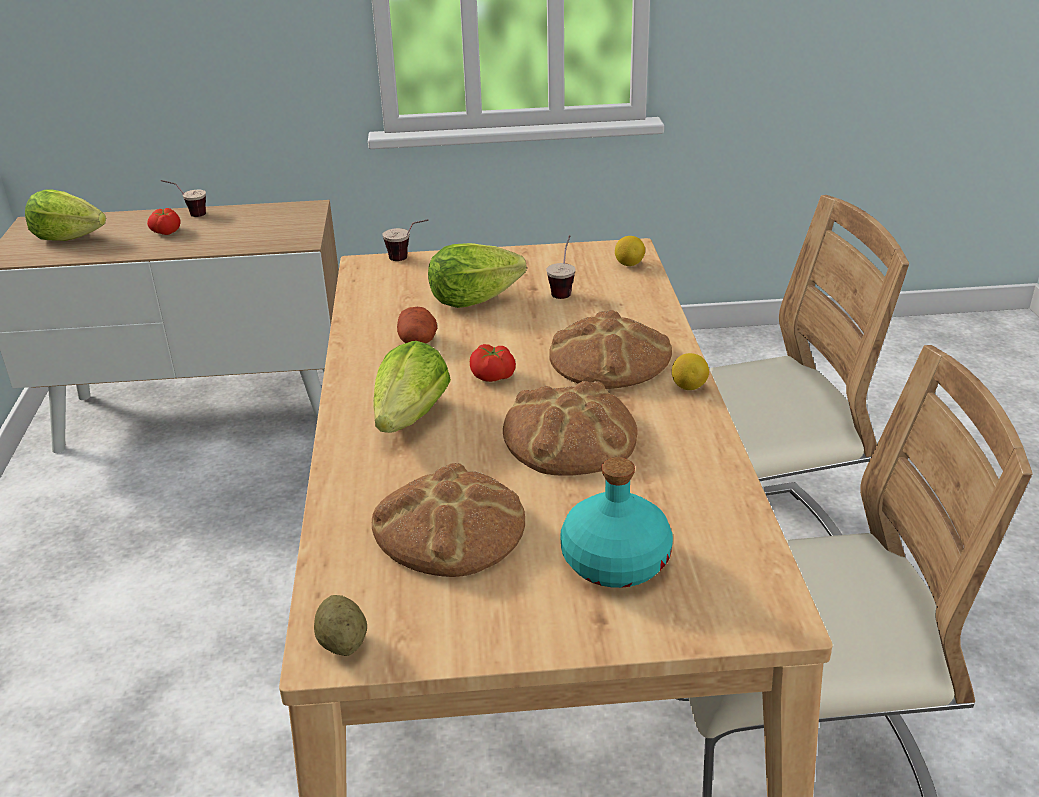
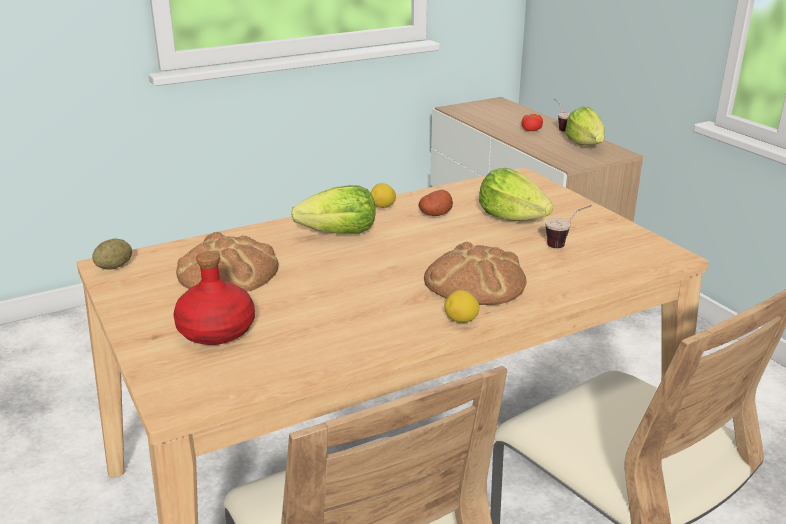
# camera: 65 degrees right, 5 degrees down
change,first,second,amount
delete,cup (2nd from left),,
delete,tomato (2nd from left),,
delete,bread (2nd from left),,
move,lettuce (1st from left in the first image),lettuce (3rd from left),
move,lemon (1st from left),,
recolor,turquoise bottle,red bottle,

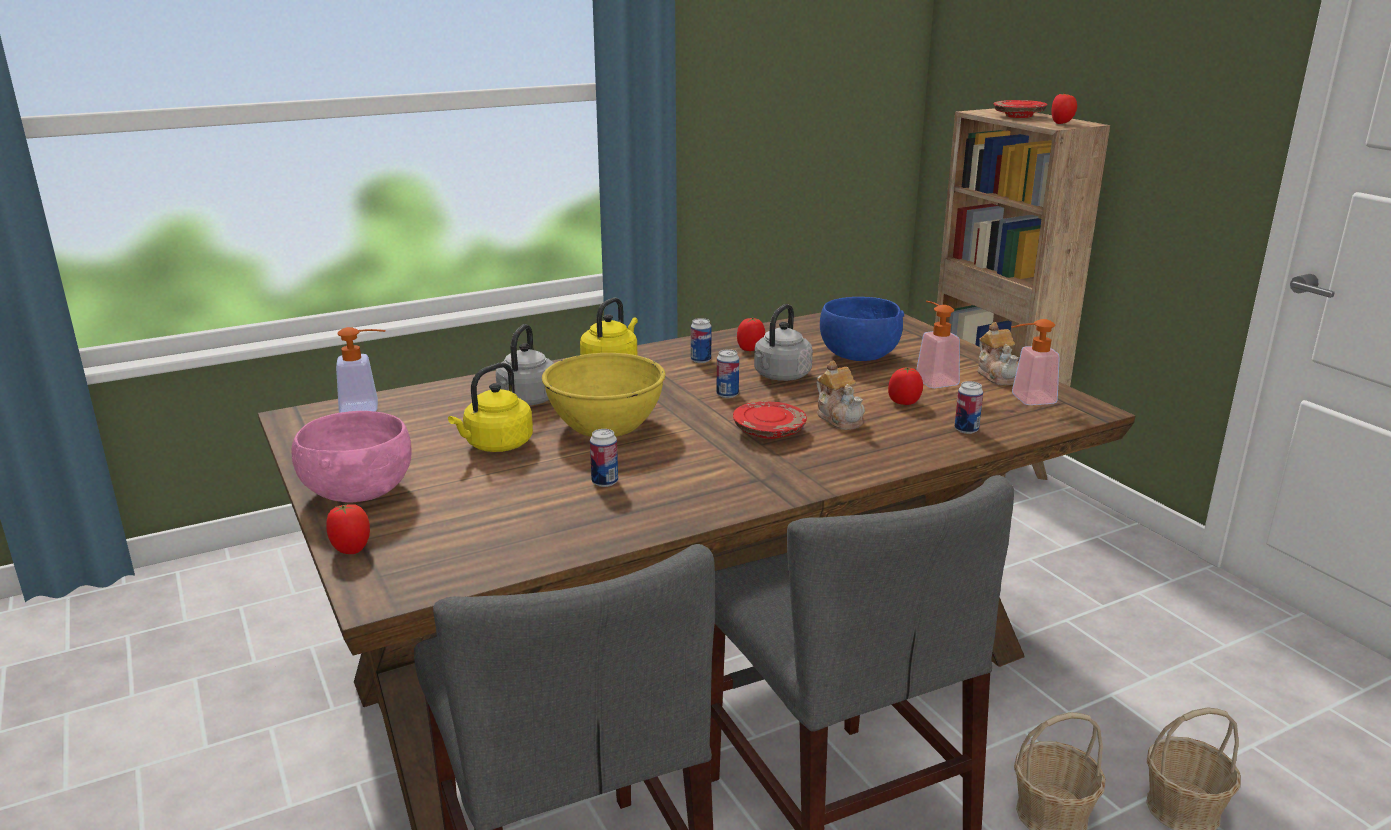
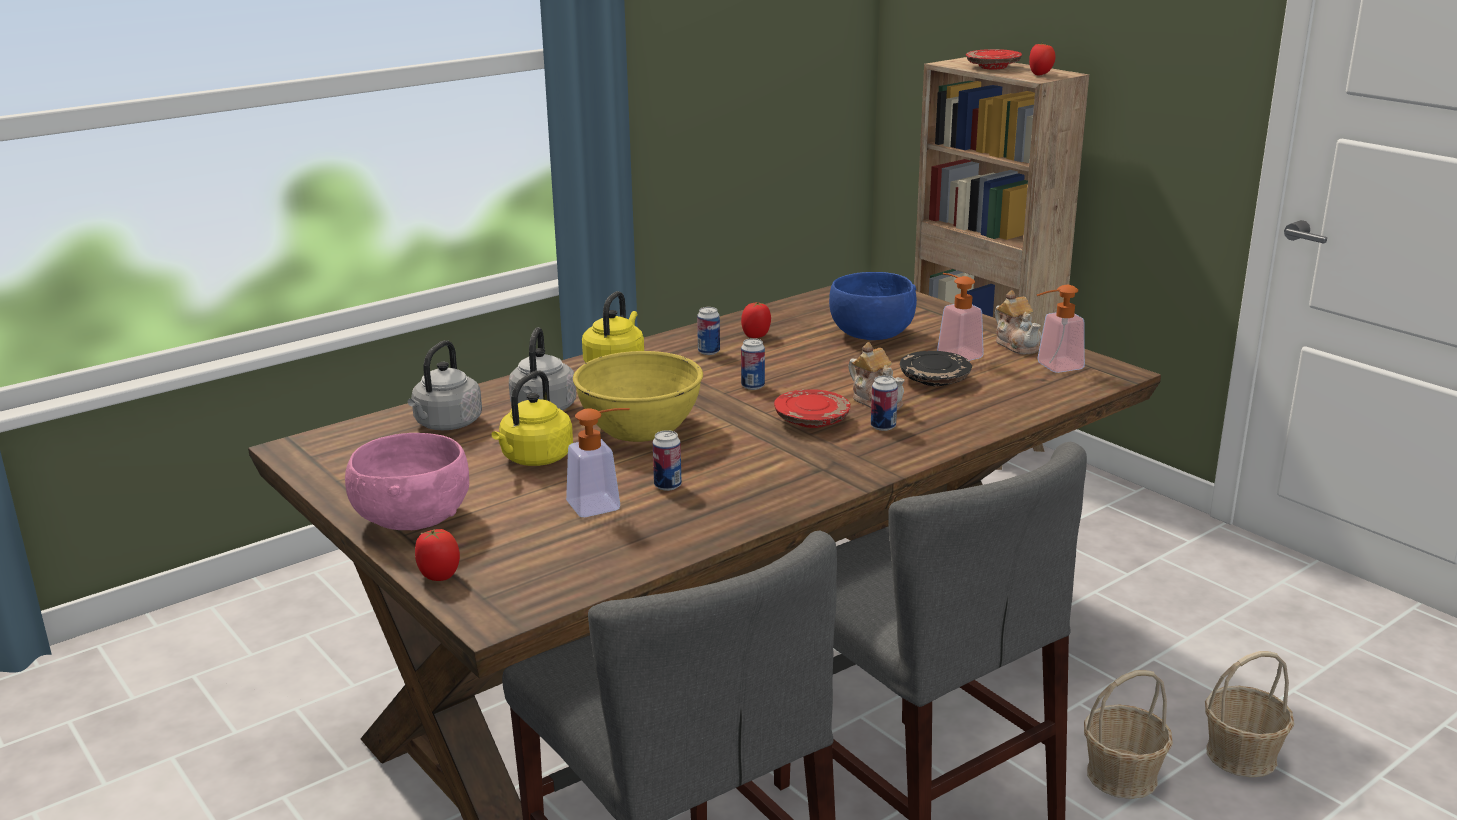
# camera: 10 degrees left, 0 degrees up
change,first,second,amount
move,soap dispenser (1st from left),,
move,grey kettle (2nd from left in the first image),grey kettle (1st from left),
move,can (4th from left),,
replace,tomato (3rd from left),black plate,

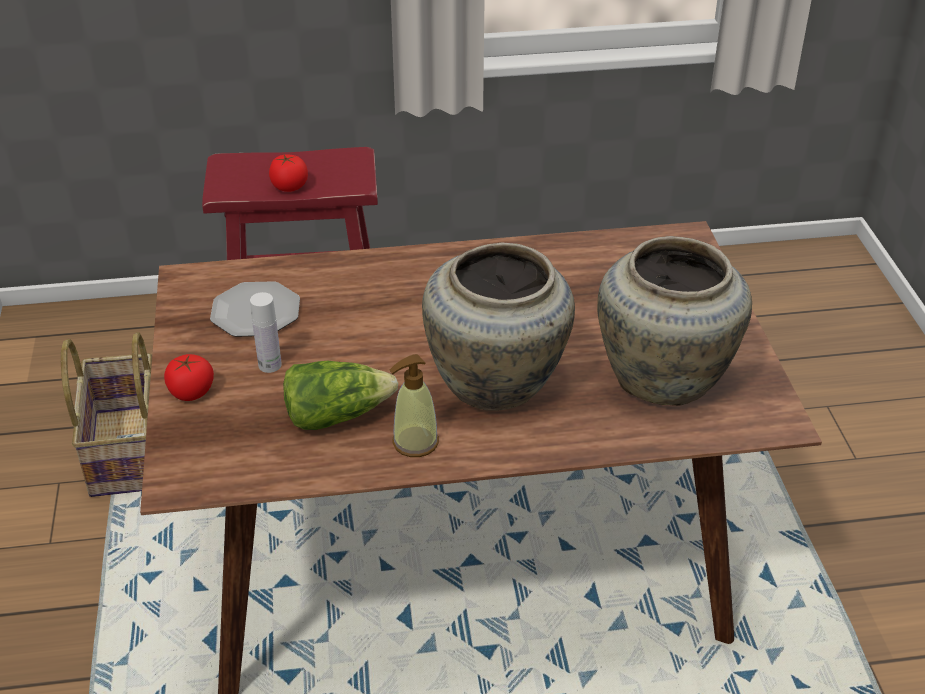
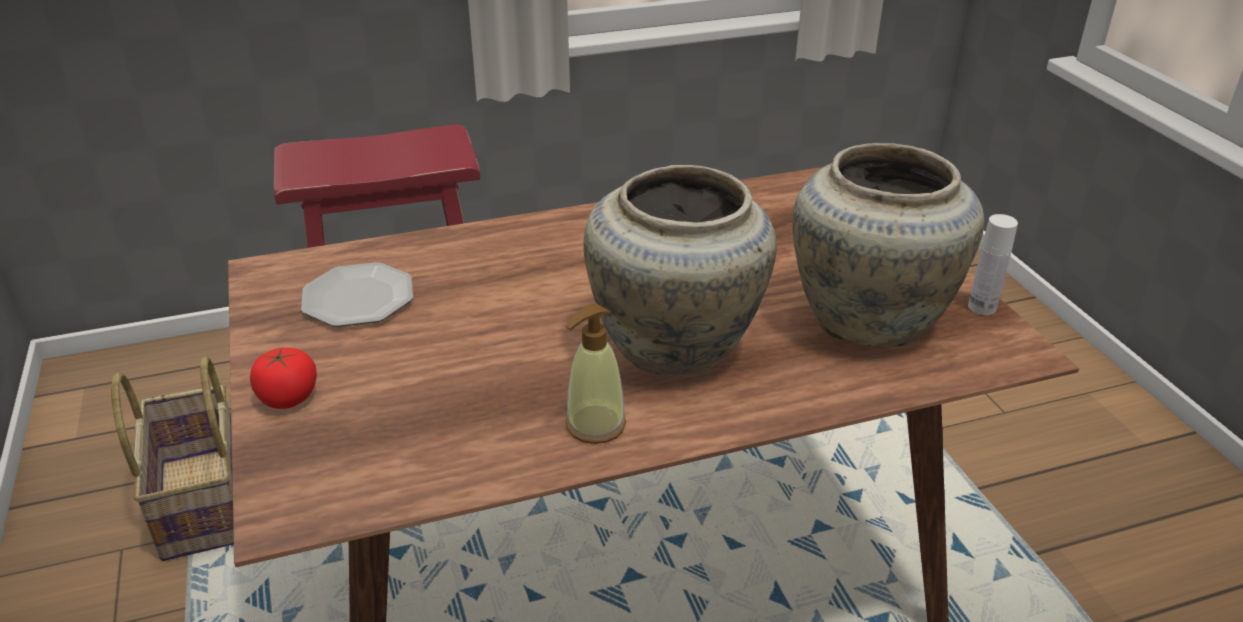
# camera: 10 degrees left, 5 degrees down
change,first,second,amount
delete,tomato (2nd from left),,
delete,lettuce,,
move,white bottle,,

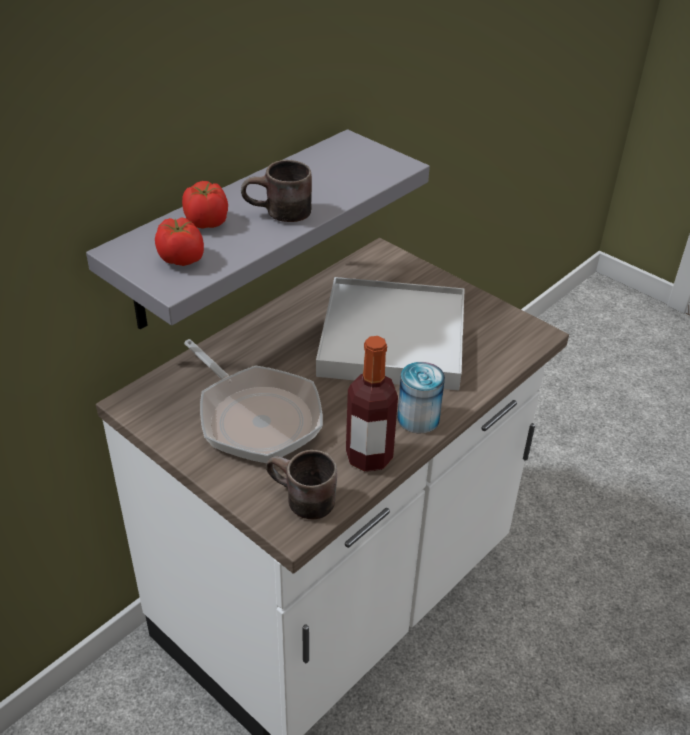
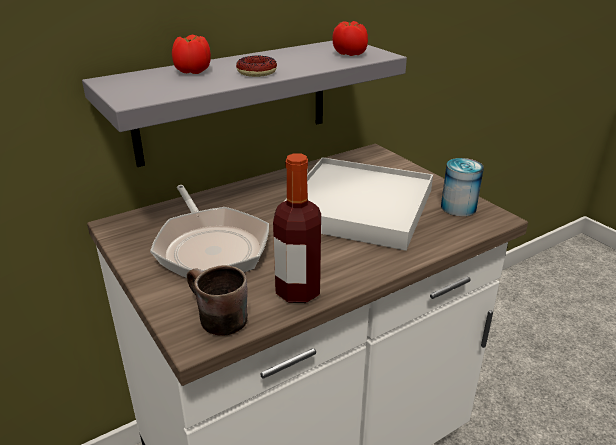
# camera: 15 degrees right, 10 degrees down
change,first,second,amount
move,tomato (1st from left in the first image),tomato (2nd from left),
move,can,,
replace,brown mug (1st from left),donut,

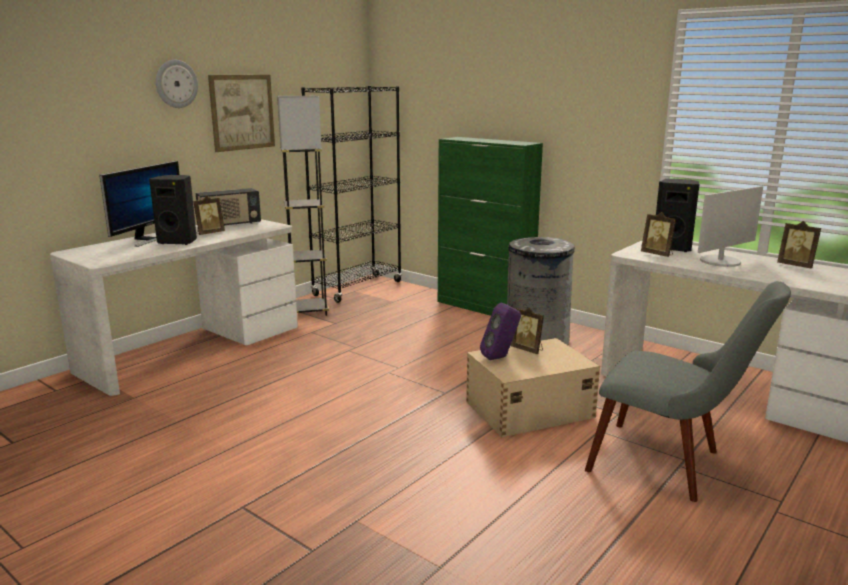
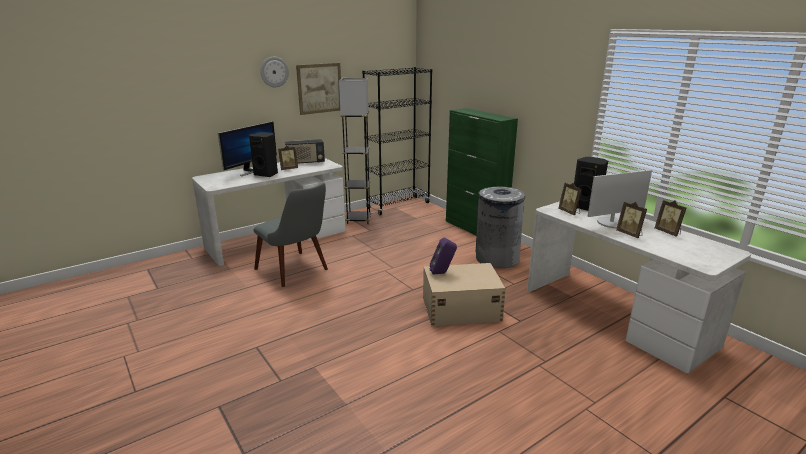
# camera: 15 degrees right, 5 degrees up
change,first,second,amount
move,picture frame (2nd from left in the first image),picture frame (3rd from left),
move,grey chair,,

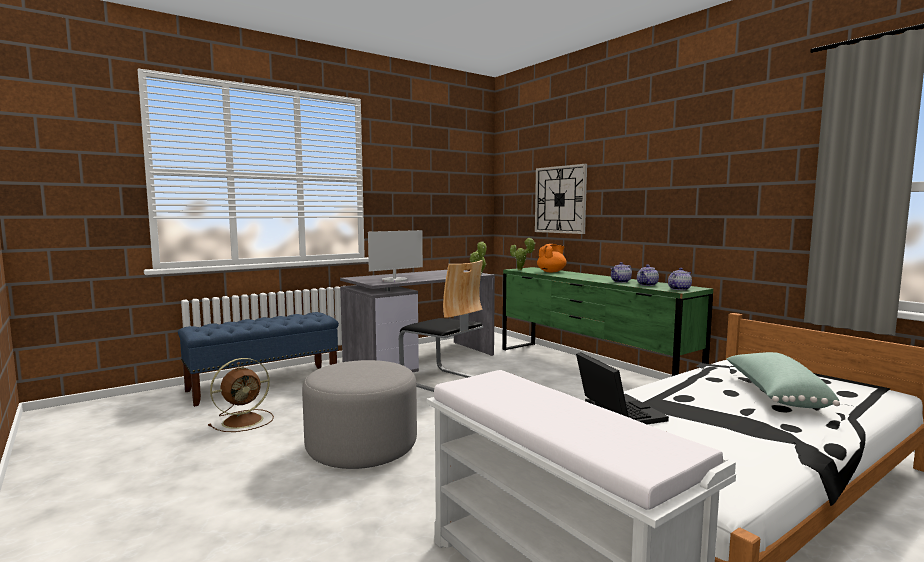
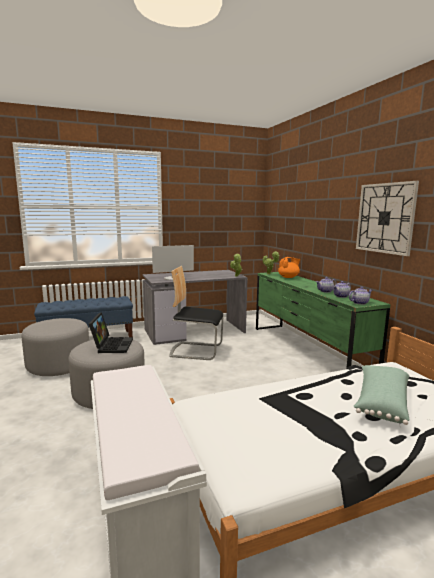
# camera: 15 degrees right, 5 degrees up
change,first,second,amount
move,wall clock,,
move,laptop,,
replace,brown fan,grey ottoman (1st from left),
rotate,chair,,135 degrees clockwise

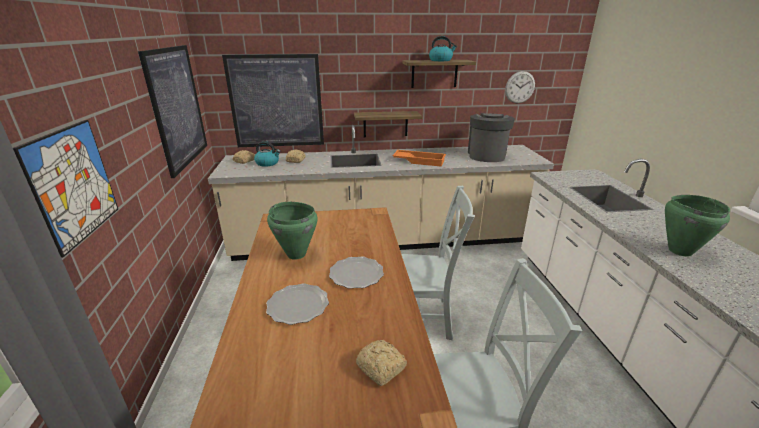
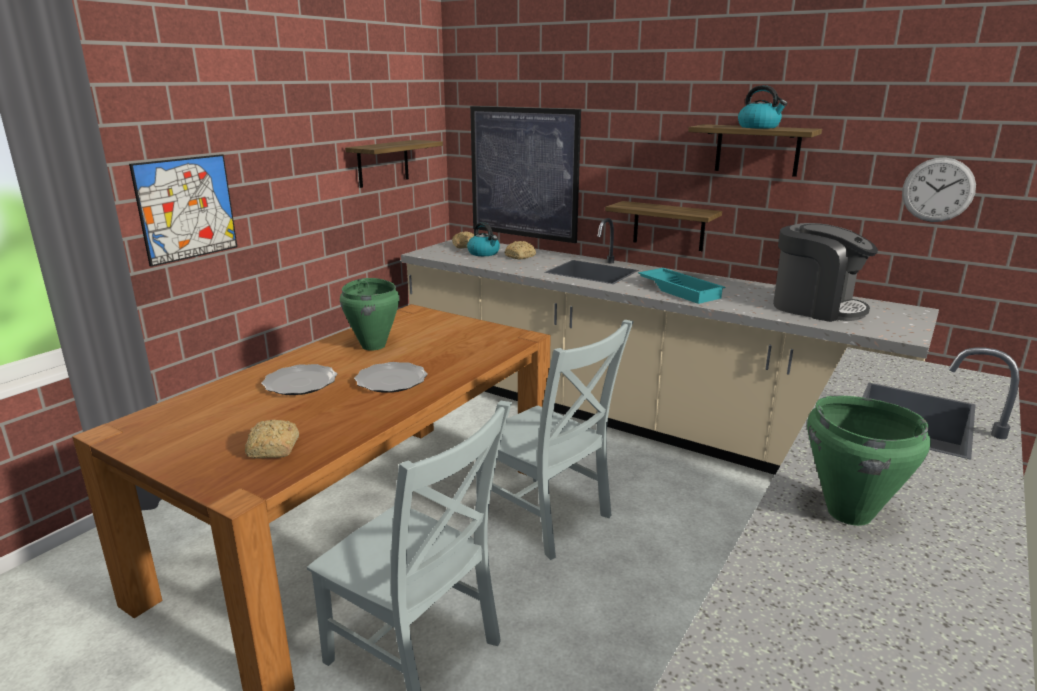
# camera: 40 degrees right, 5 degrees down
change,first,second,amount
replace,picture (2nd from left),shelf (1st from left),
recolor,orange tray,turquoise tray,
rotate,coffee machine,,75 degrees clockwise

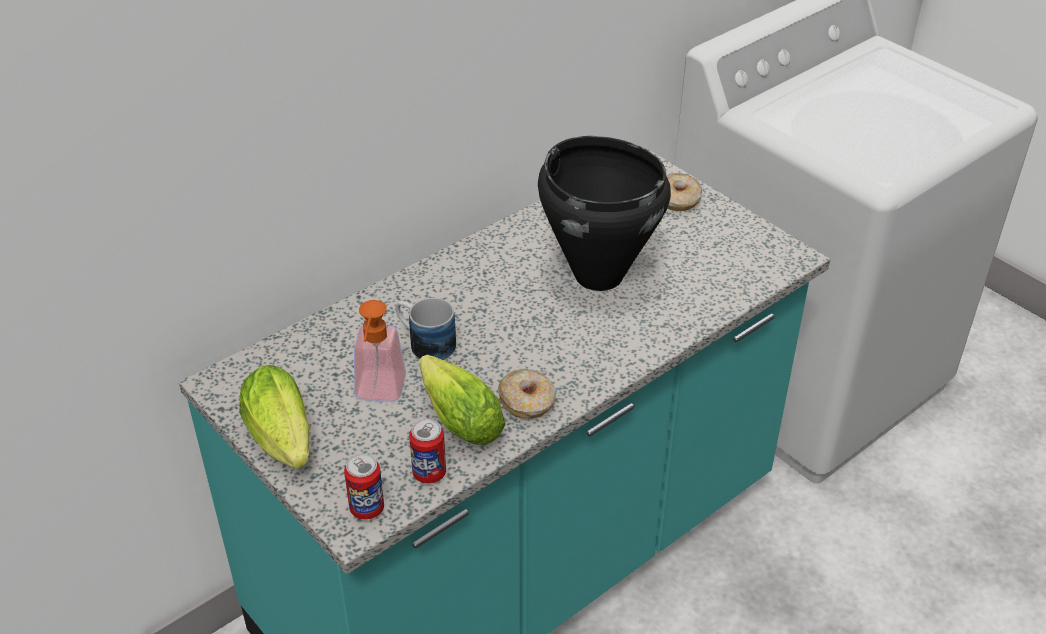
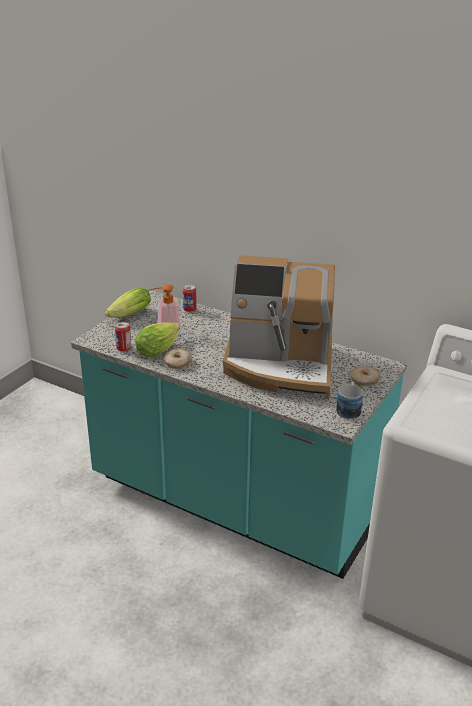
# camera: 70 degrees right, 10 degrees down
change,first,second,amount
move,can (1st from left in the first image),can (2nd from left),
move,mug,,
replace,black cooking pot,coffee machine,

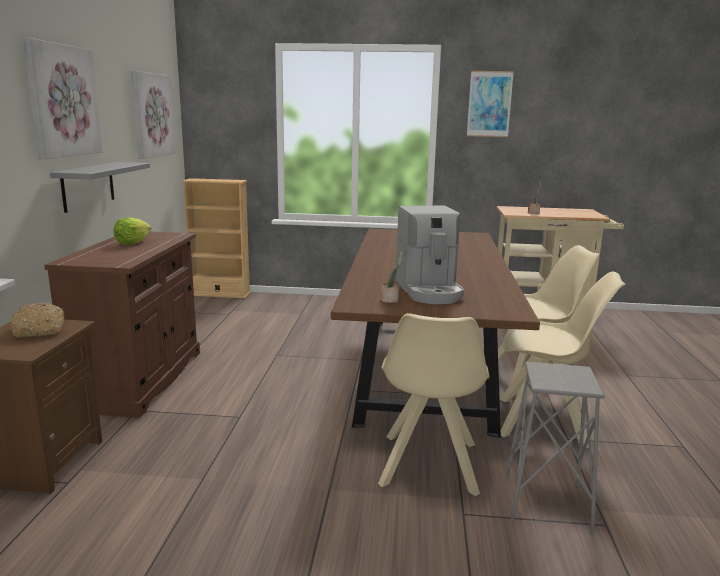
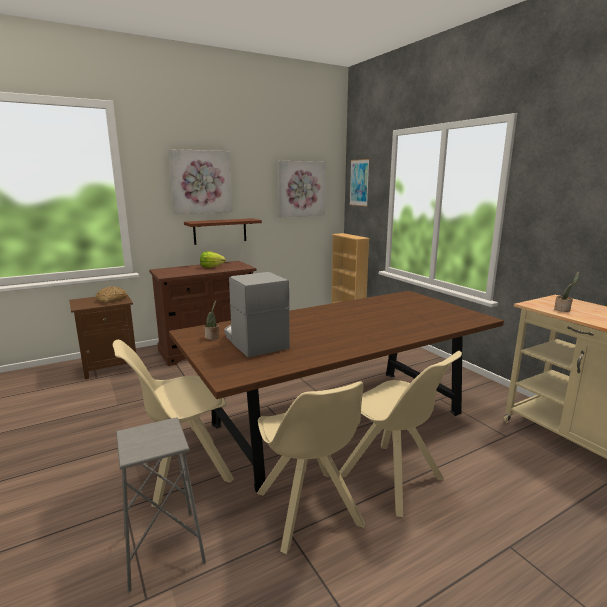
# camera: 55 degrees right, 0 degrees up
change,first,second,amount
move,picture (3rd from left),,
recolor,grey shelf,brown shelf,
rotate,coffee machine,,105 degrees clockwise

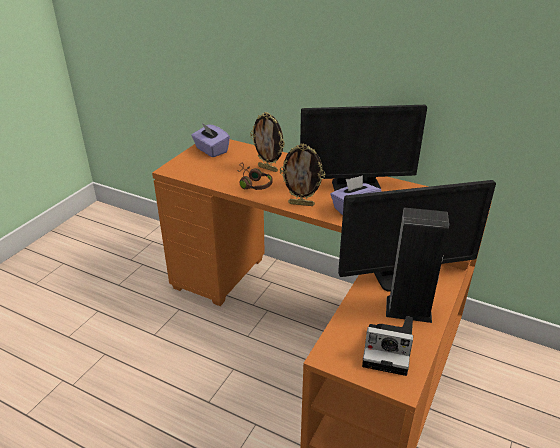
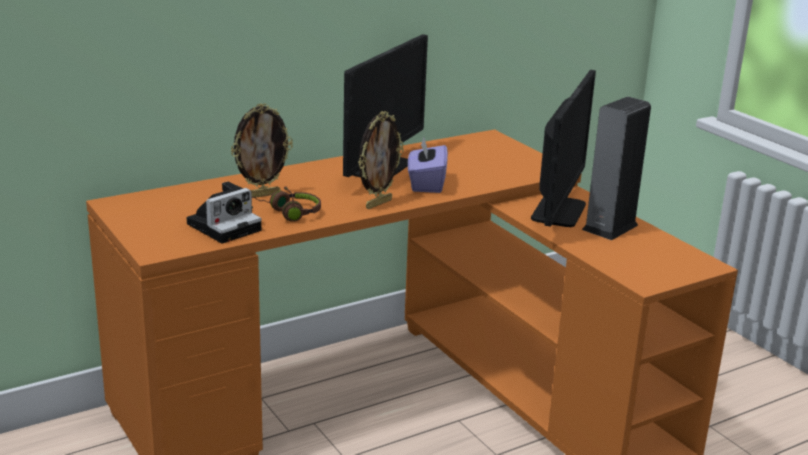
# camera: 60 degrees left, 10 degrees down
change,first,second,amount
delete,purple tissue box (1st from left),,
move,photo camera,,

